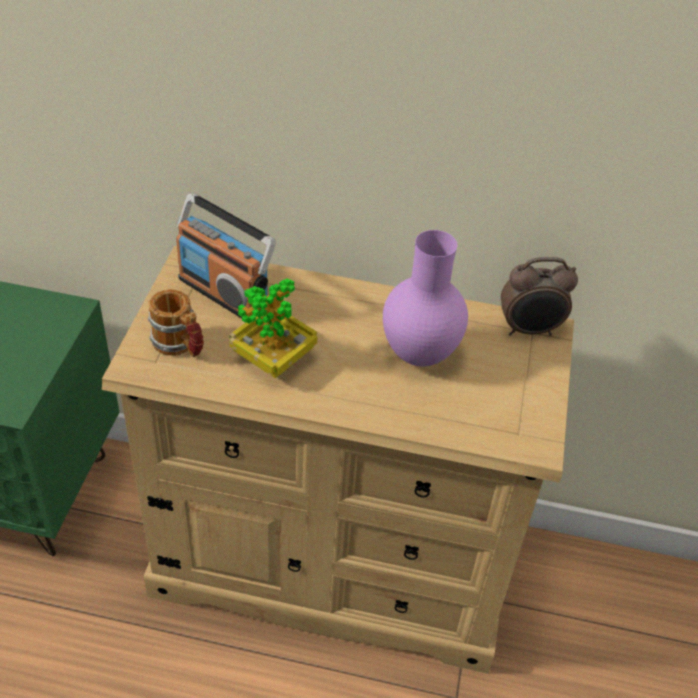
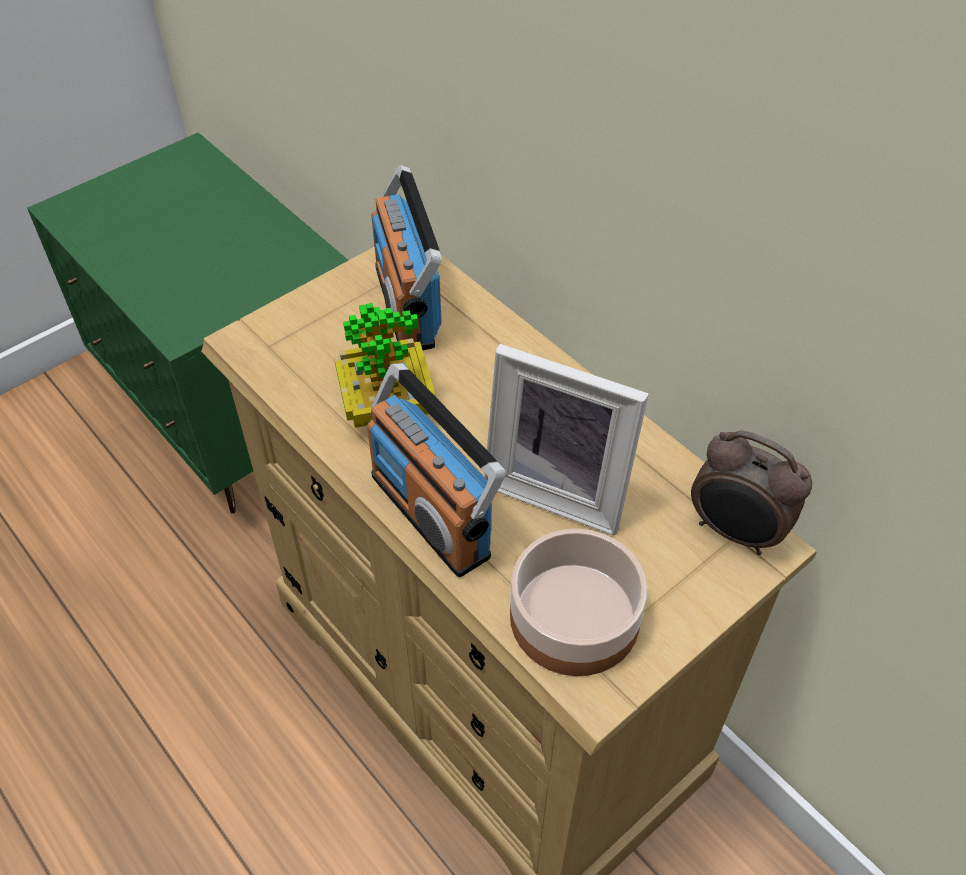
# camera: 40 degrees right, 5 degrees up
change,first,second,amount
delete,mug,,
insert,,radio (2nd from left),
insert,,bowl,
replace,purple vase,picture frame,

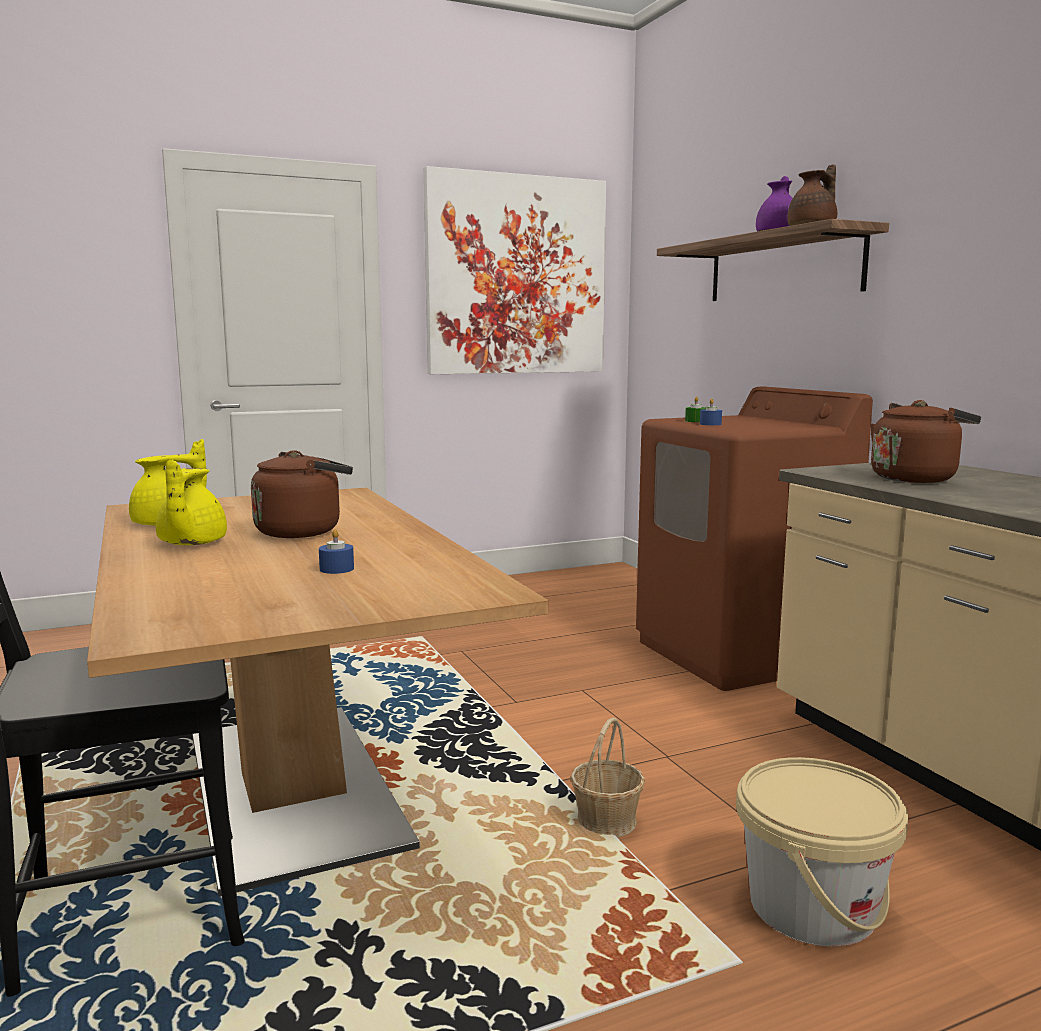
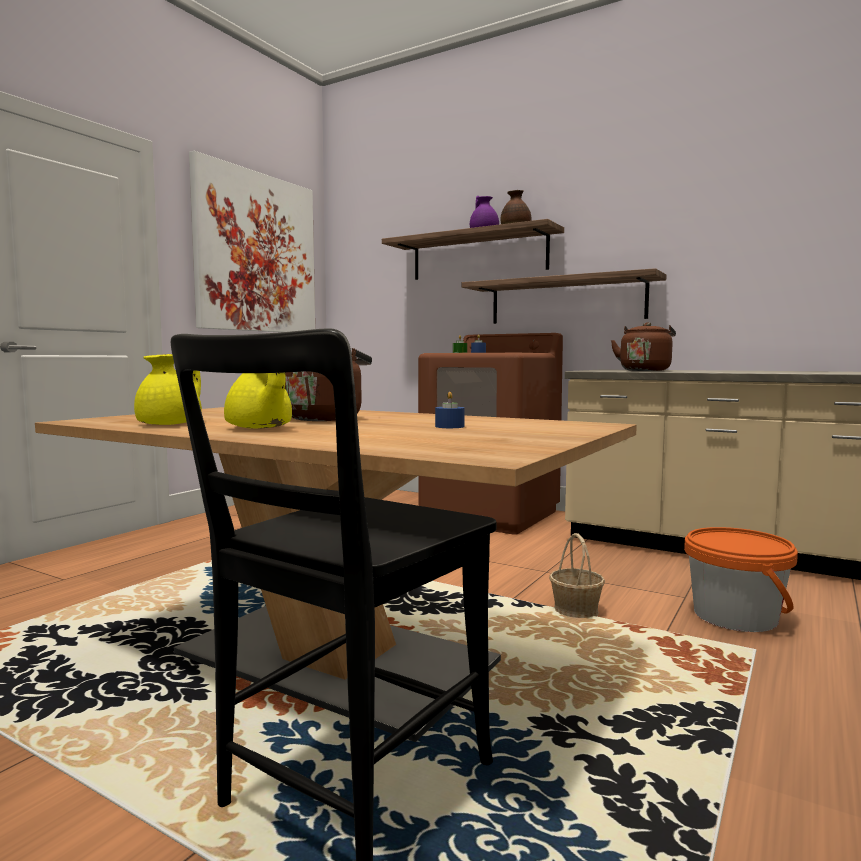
# camera: 35 degrees left, 5 degrees down
change,first,second,amount
insert,,shelf (2nd from left),
recolor,beige bucket,orange bucket,

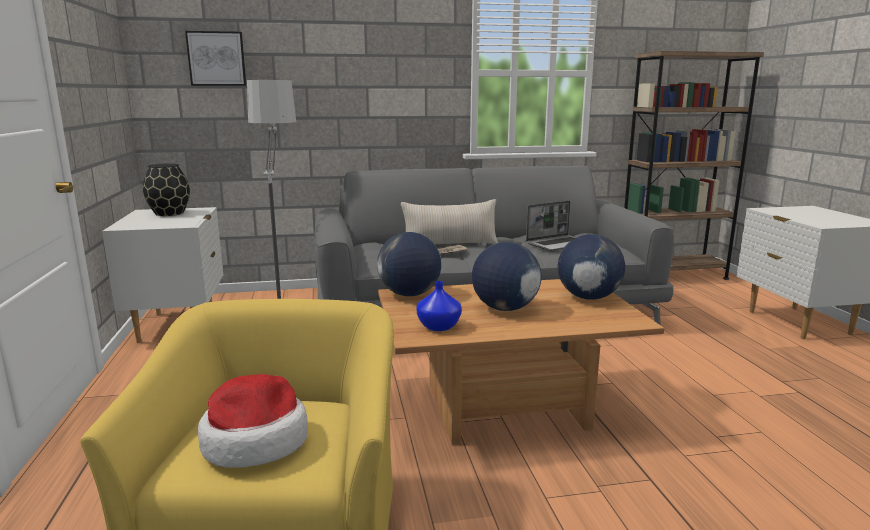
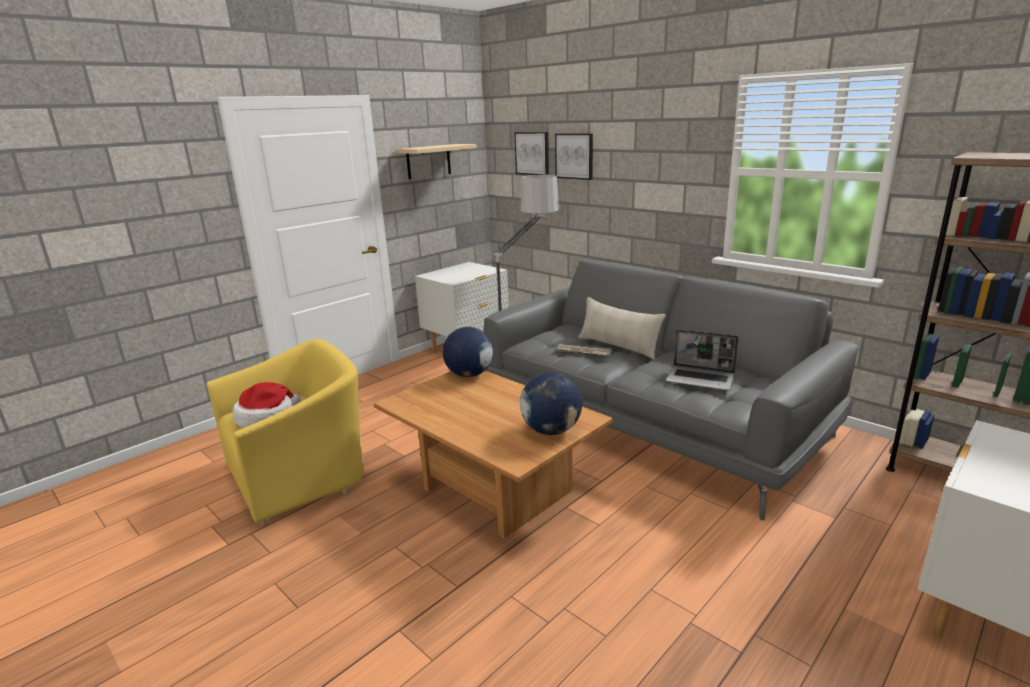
# camera: 55 degrees right, 5 degrees up
change,first,second,amount
delete,black vase,,
delete,blue vase,,
delete,globe (2nd from left),,
insert,,beige shelf,
insert,,picture (2nd from left),

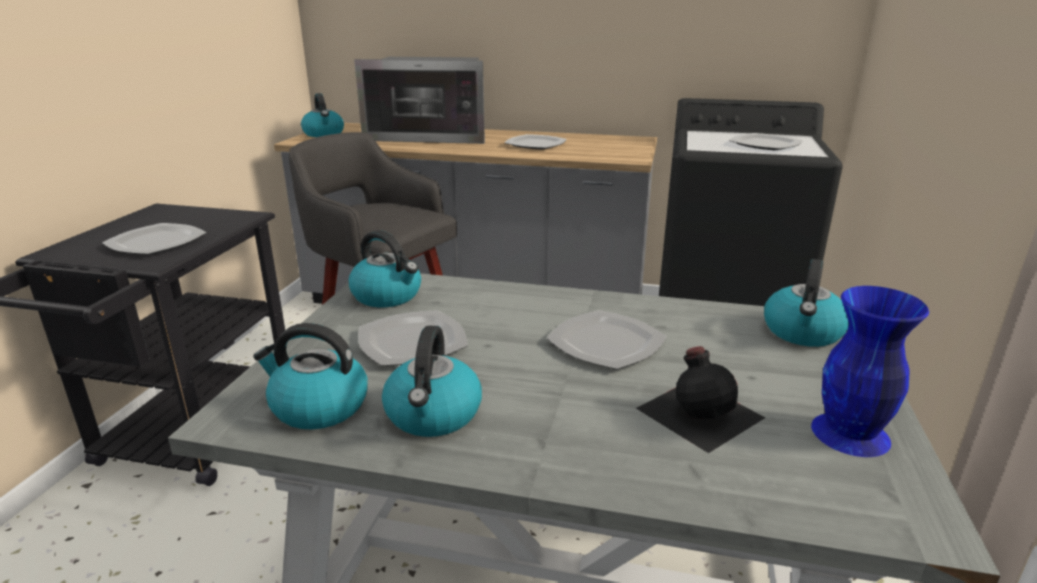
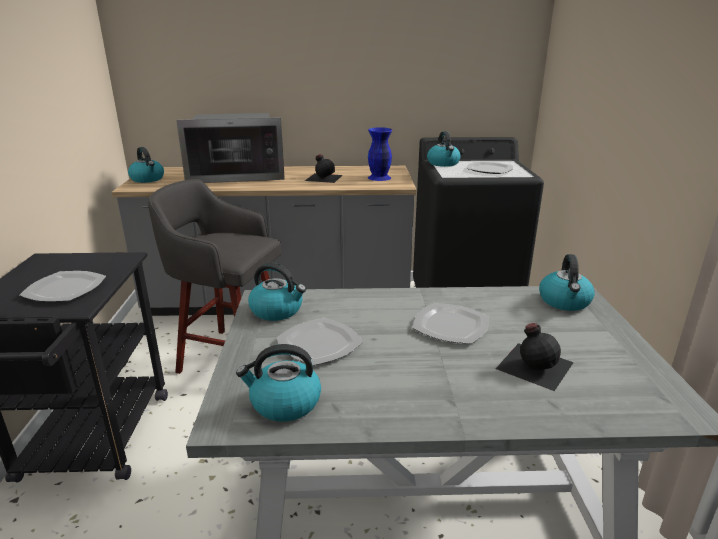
# camera: 15 degrees left, 0 degrees up
change,first,second,amount
move,kettle (4th from left),,
move,blue vase,,
replace,plate (3rd from left),black bottle (1st from left),

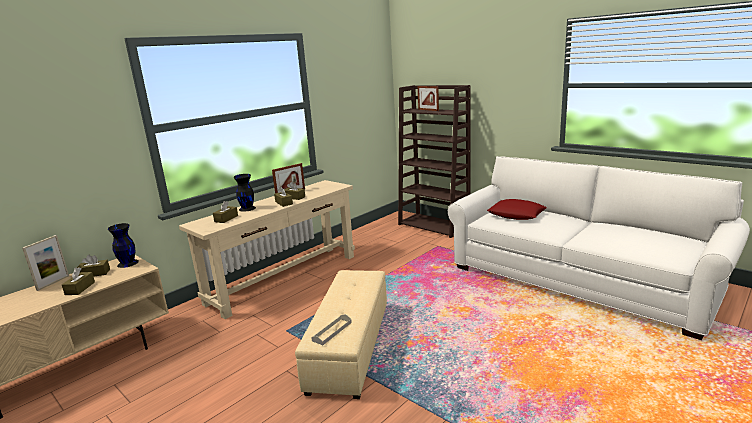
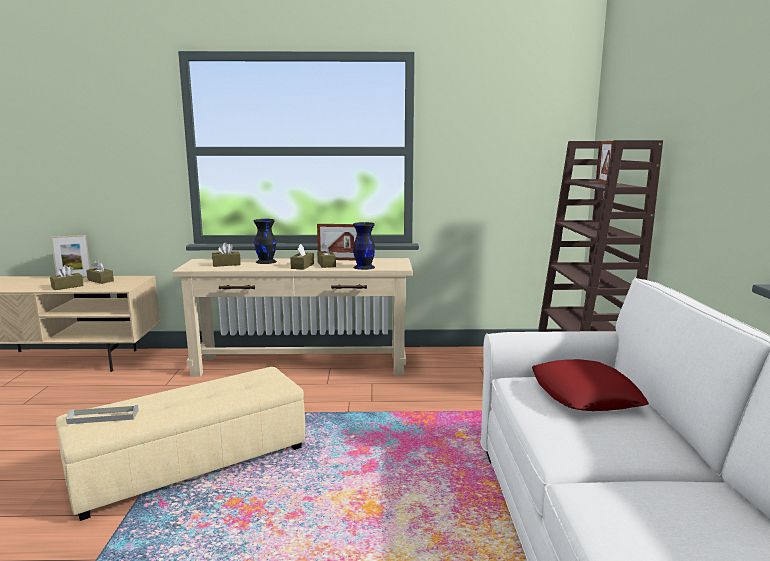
# camera: 45 degrees right, 5 degrees down
change,first,second,amount
move,black vase (1st from left in the first image),black vase (2nd from left),

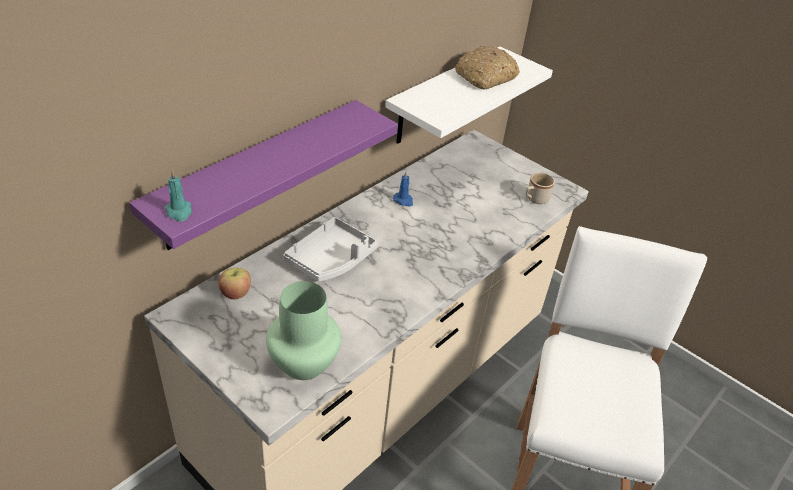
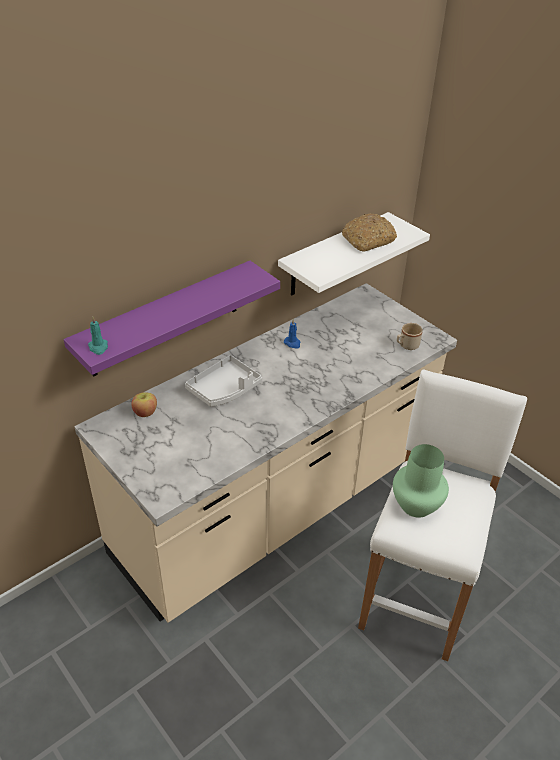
# camera: 10 degrees right, 0 degrees up
change,first,second,amount
move,green vase,,

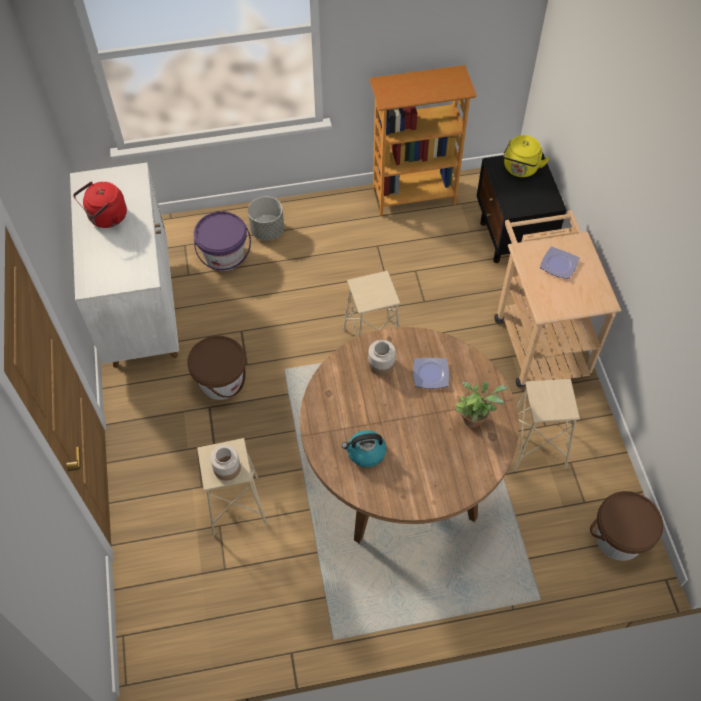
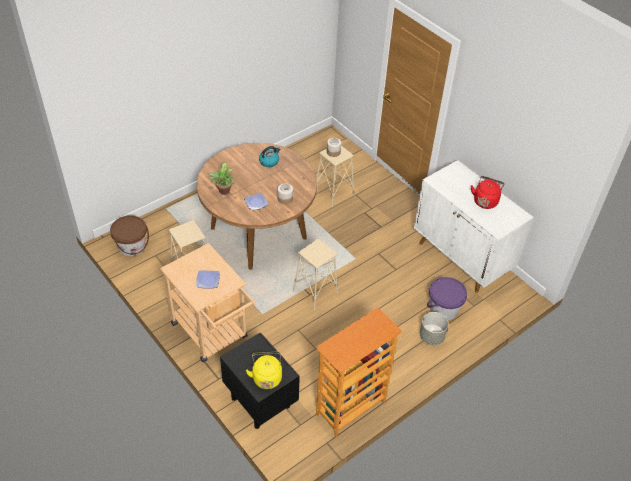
# camera: 150 degrees right, 10 degrees down
change,first,second,amount
delete,brown bucket (1st from left),,

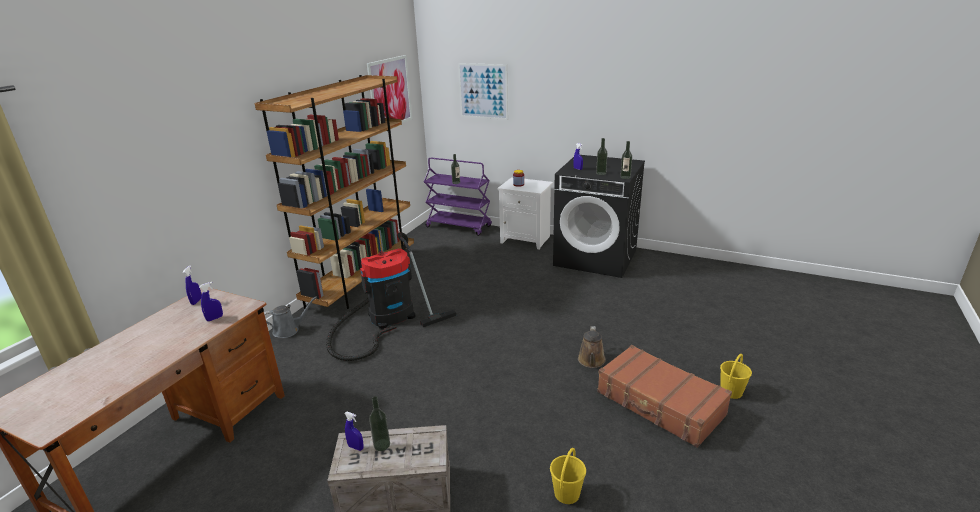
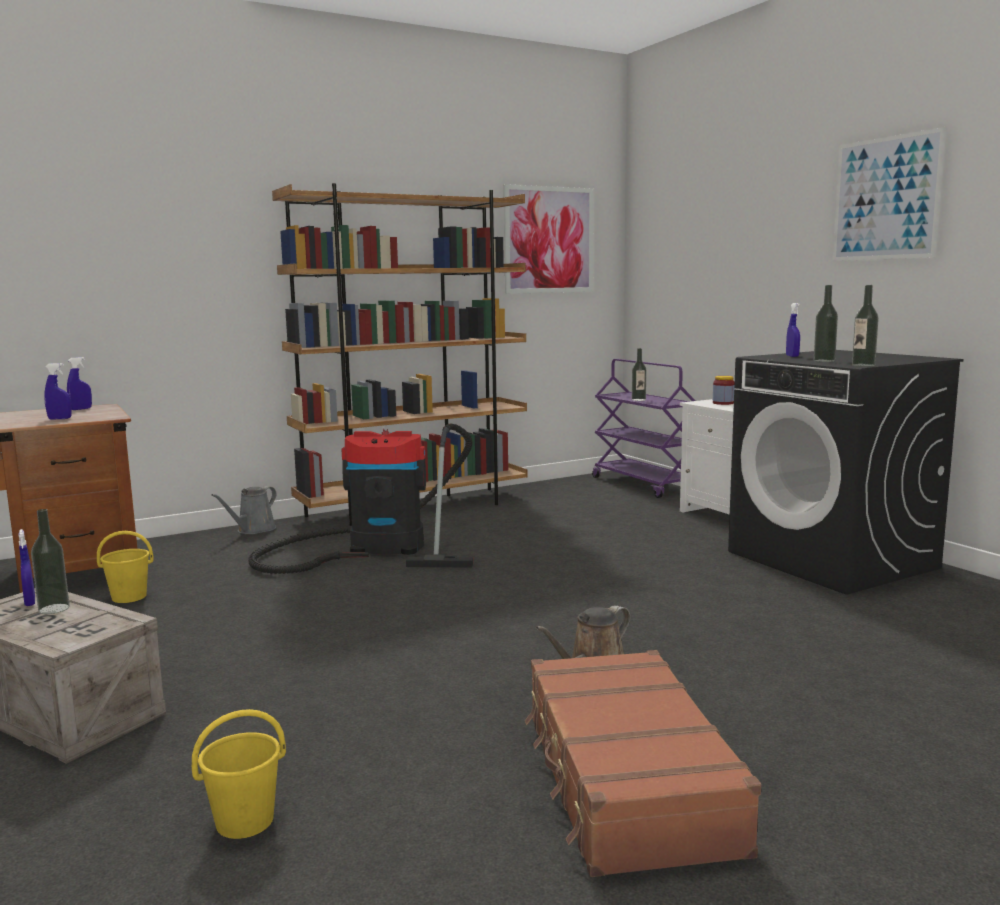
# camera: 35 degrees right, 15 degrees down
change,first,second,amount
move,picture (2nd from left),,
move,yellow bucket (2nd from left in the first image),yellow bucket (1st from left),
rotate,grey watering can,,105 degrees clockwise

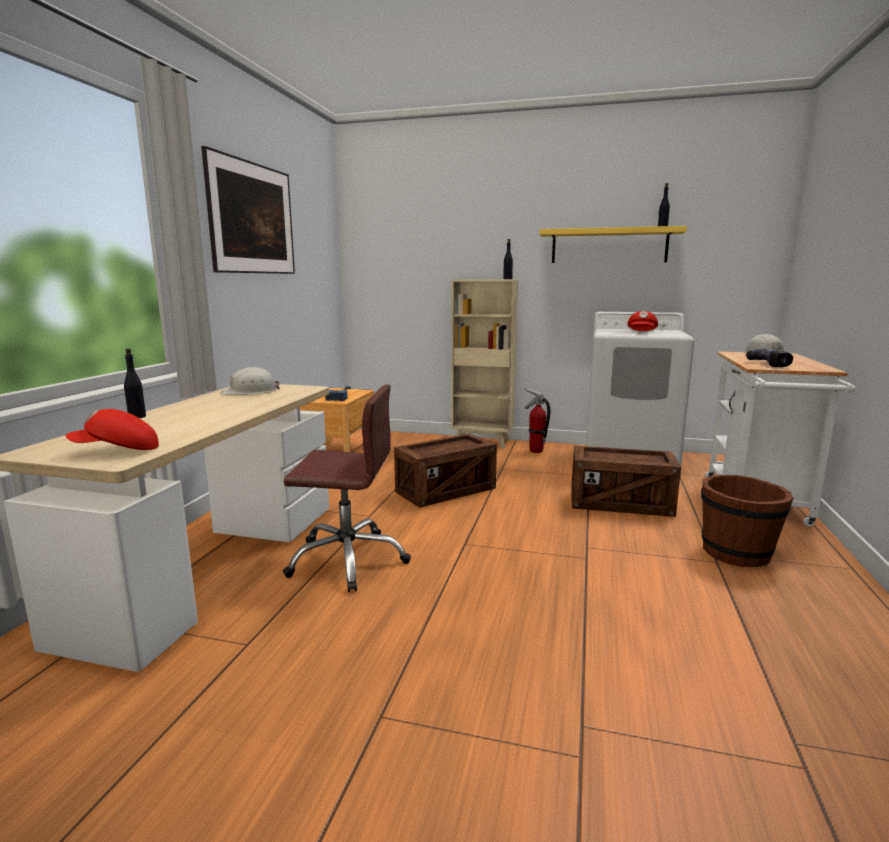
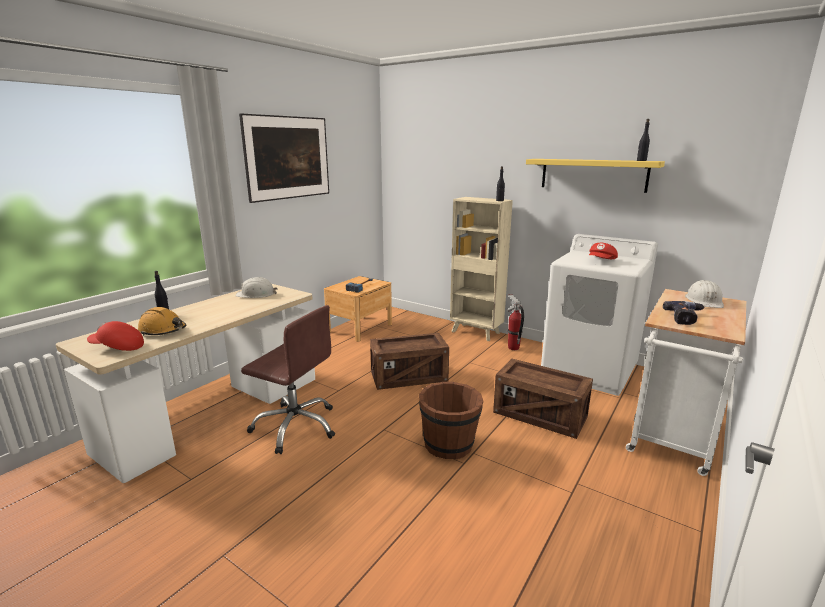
# camera: 20 degrees right, 5 degrees up
change,first,second,amount
insert,,orange hard hat,
move,brown bucket,,

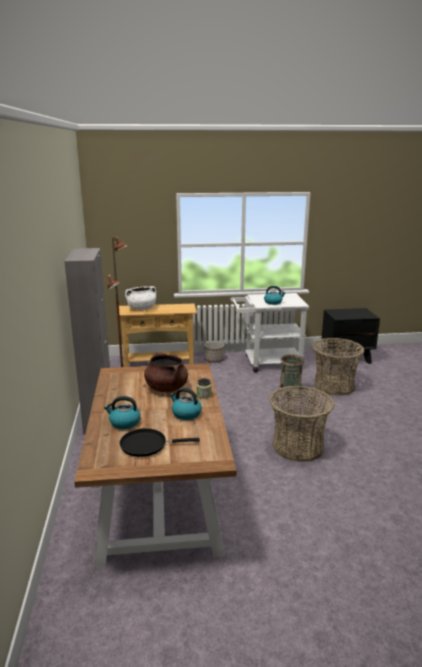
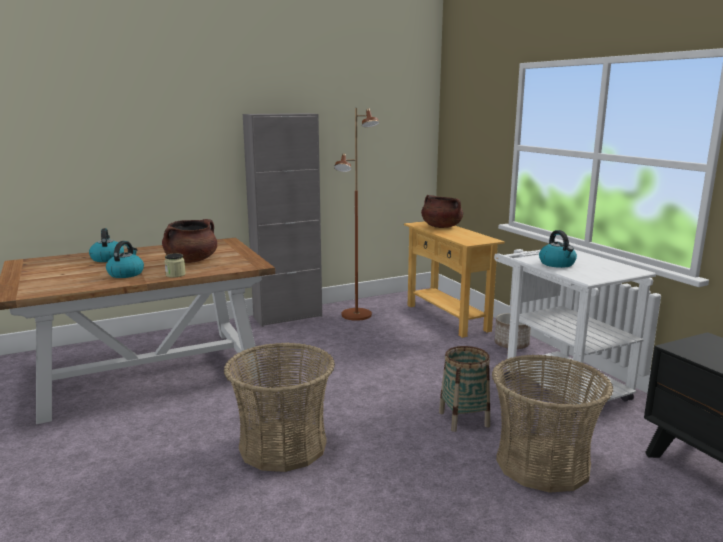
# camera: 70 degrees right, 5 degrees down
change,first,second,amount
delete,black frying pan,,
recolor,white cooking pot,brown cooking pot (2nd from left),

